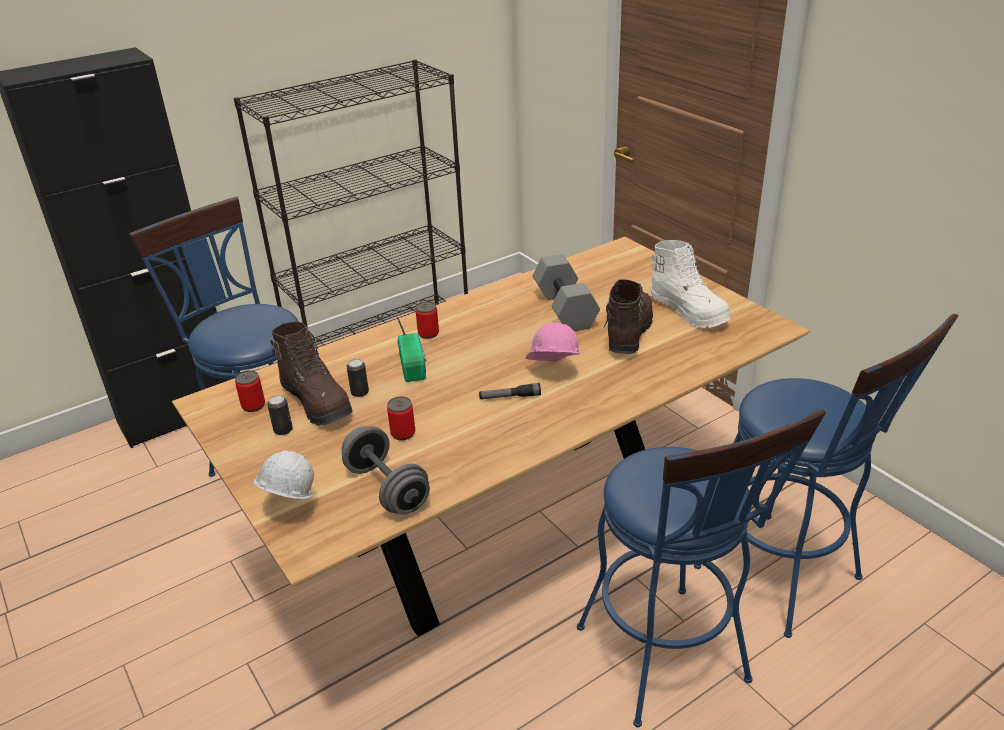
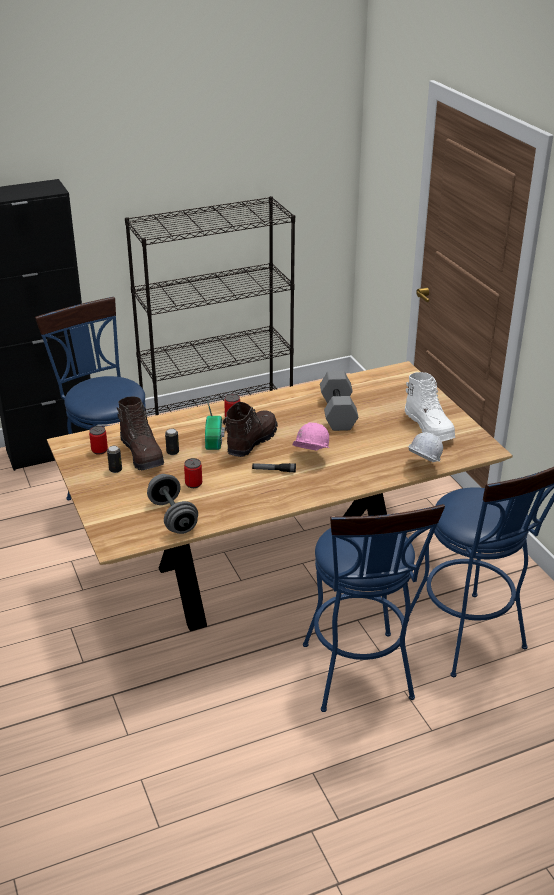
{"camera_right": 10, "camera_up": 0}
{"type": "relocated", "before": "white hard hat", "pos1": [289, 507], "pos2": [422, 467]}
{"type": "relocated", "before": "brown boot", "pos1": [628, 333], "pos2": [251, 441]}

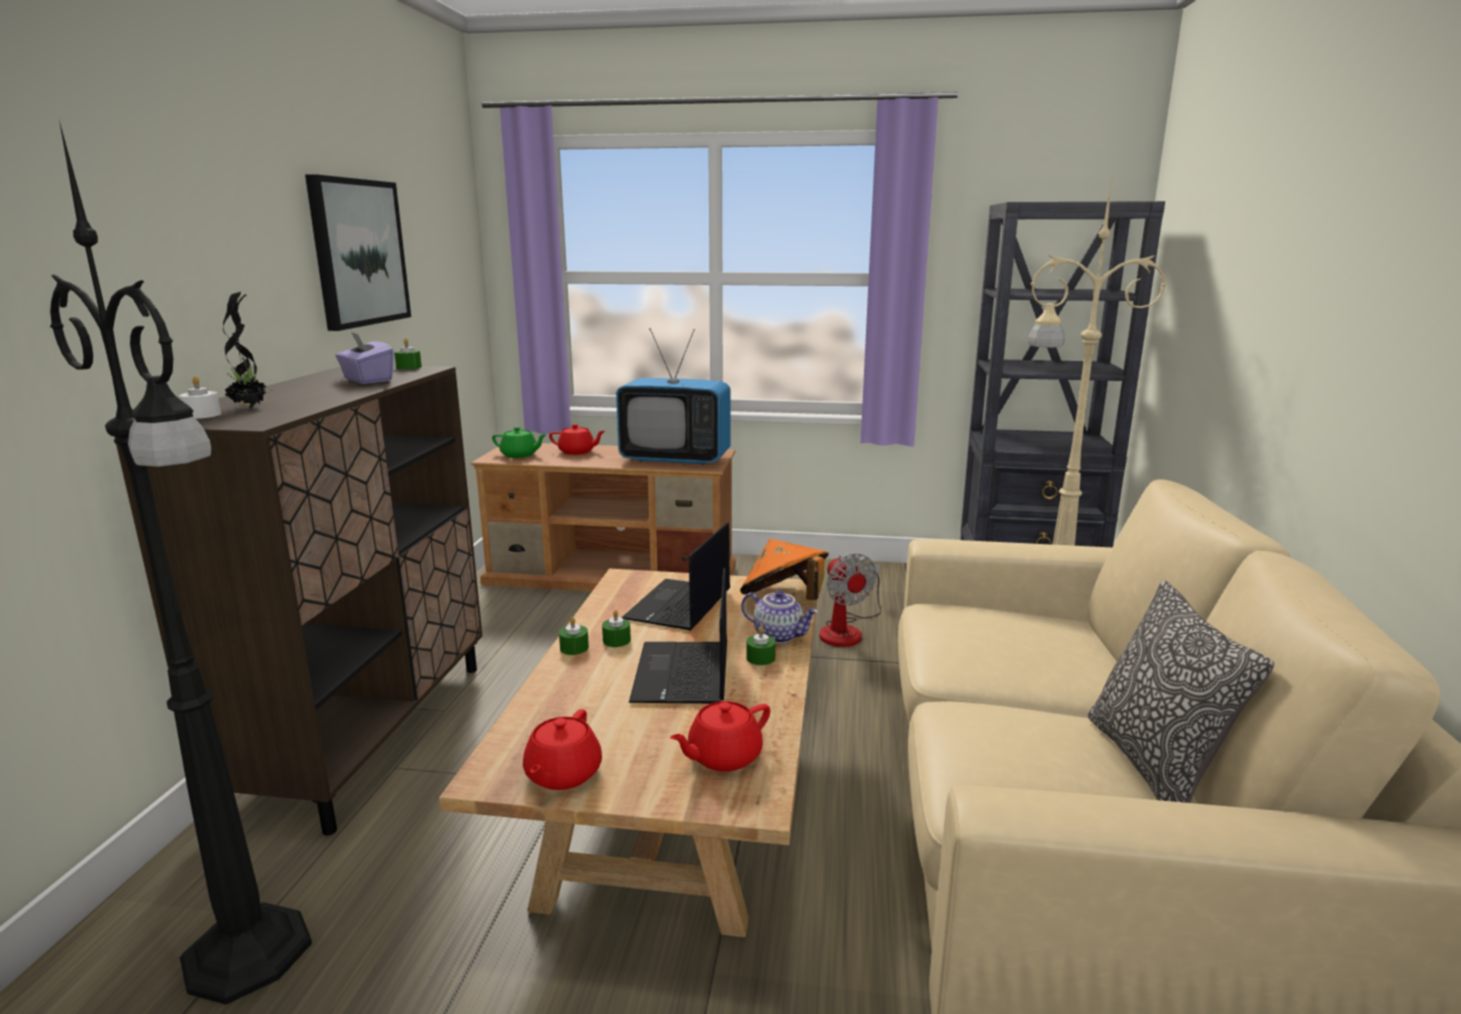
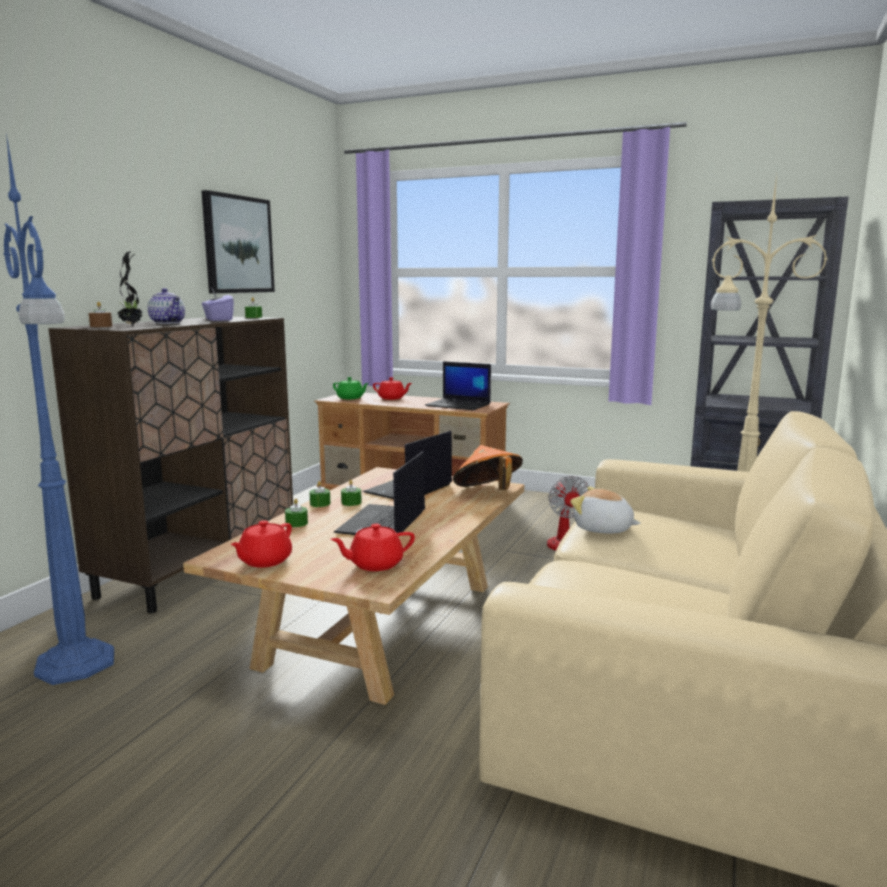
{"camera_right": 15, "camera_up": -5}
{"type": "colour", "before": "black floor lamp", "after": "blue floor lamp", "pos1": [250, 956], "pos2": [76, 665]}
{"type": "colour", "before": "white candle", "after": "brown candle", "pos1": [202, 415], "pos2": [101, 326]}
{"type": "exchanged", "before": "television", "after": "laptop", "pos1": [675, 459], "pos2": [459, 405]}
{"type": "relocated", "before": "teapot", "pos1": [779, 635], "pos2": [168, 323]}
{"type": "relocated", "before": "green candle", "pos1": [760, 658], "pos2": [296, 523]}
{"type": "missing", "before": "pillow", "pos1": [1153, 766]}
{"type": "appeared", "after": "plush toy", "pos2": [603, 529]}

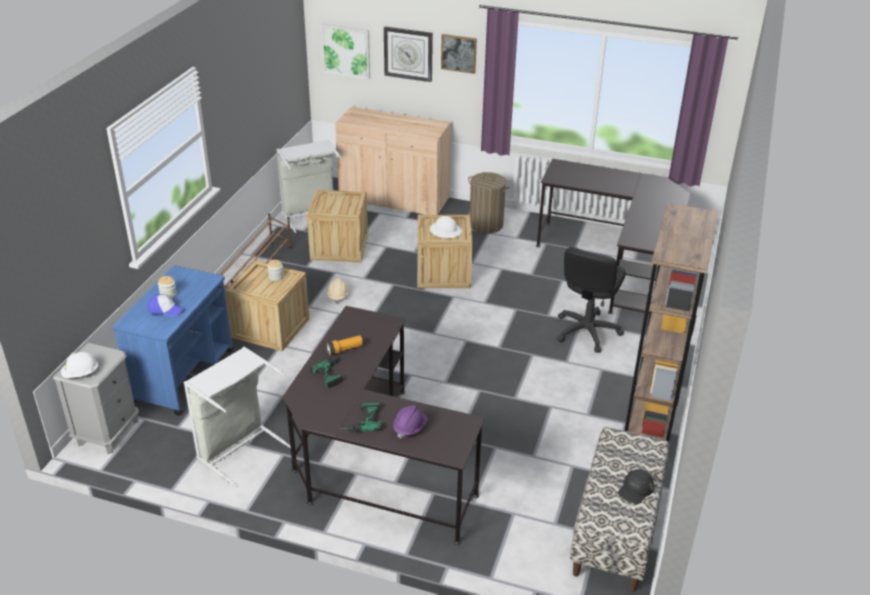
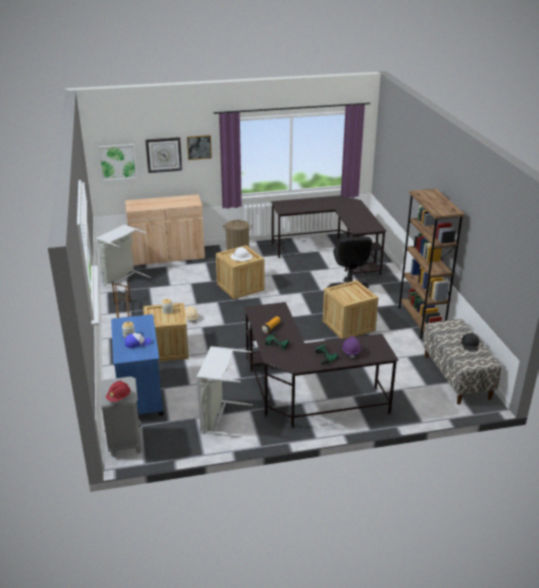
{"camera_right": -30, "camera_up": -5}
{"type": "colour", "before": "white hard hat", "after": "red hard hat", "pos1": [81, 374], "pos2": [119, 398]}
{"type": "relocated", "before": "crate", "pos1": [339, 247], "pos2": [348, 325]}

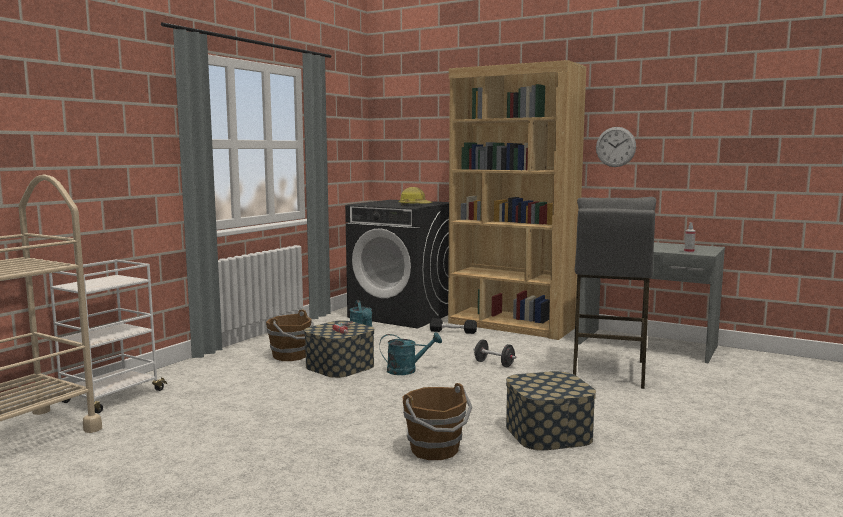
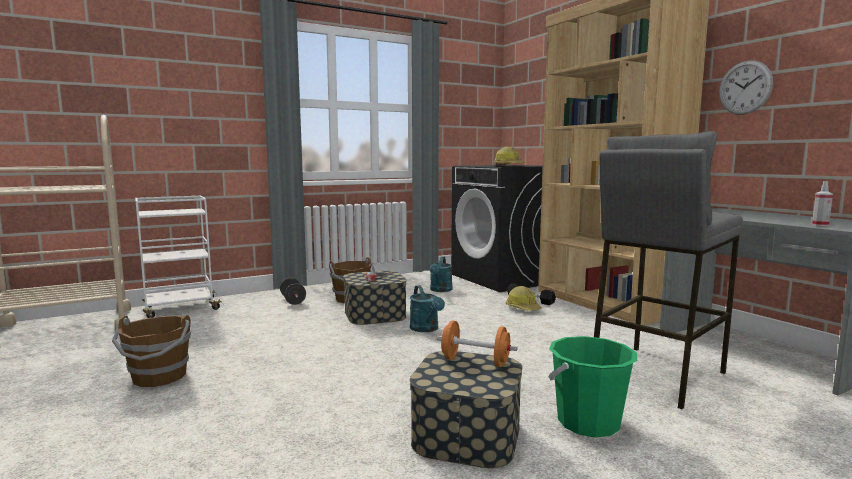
{"camera_right": 30, "camera_up": 0}
{"type": "spun", "before": "turquoise watering can", "pos1": [407, 370], "pos2": [426, 329], "turn": 45}
{"type": "relocated", "before": "brown bucket", "pos1": [435, 450], "pos2": [159, 377]}
{"type": "relocated", "before": "black dumbbell", "pos1": [494, 364], "pos2": [293, 300]}
{"type": "appeared", "after": "orange dumbbell", "pos2": [475, 361]}
{"type": "appeared", "after": "hard hat", "pos2": [523, 308]}
{"type": "appeared", "after": "green bucket", "pos2": [588, 422]}

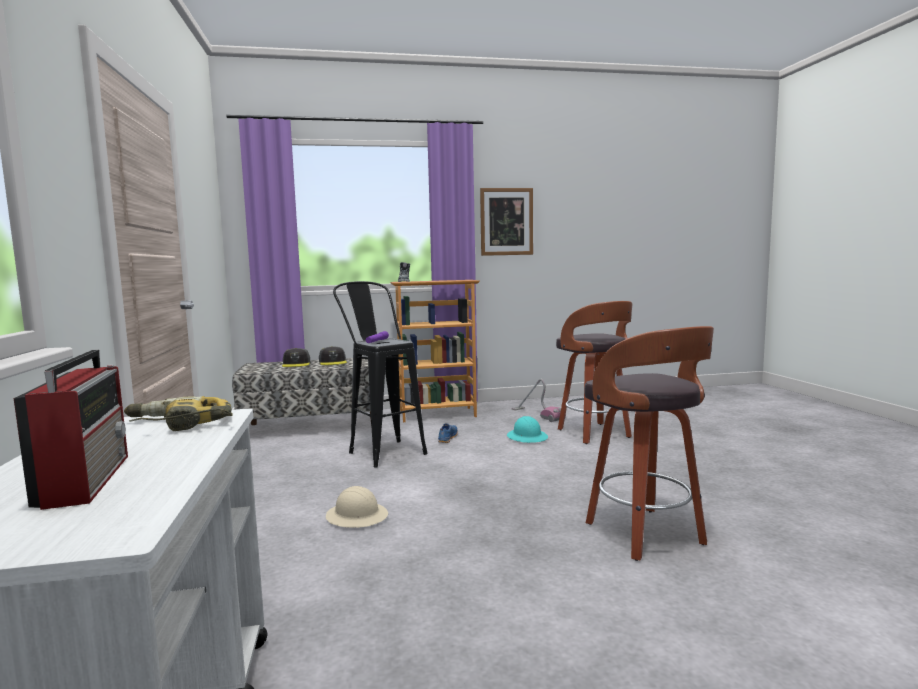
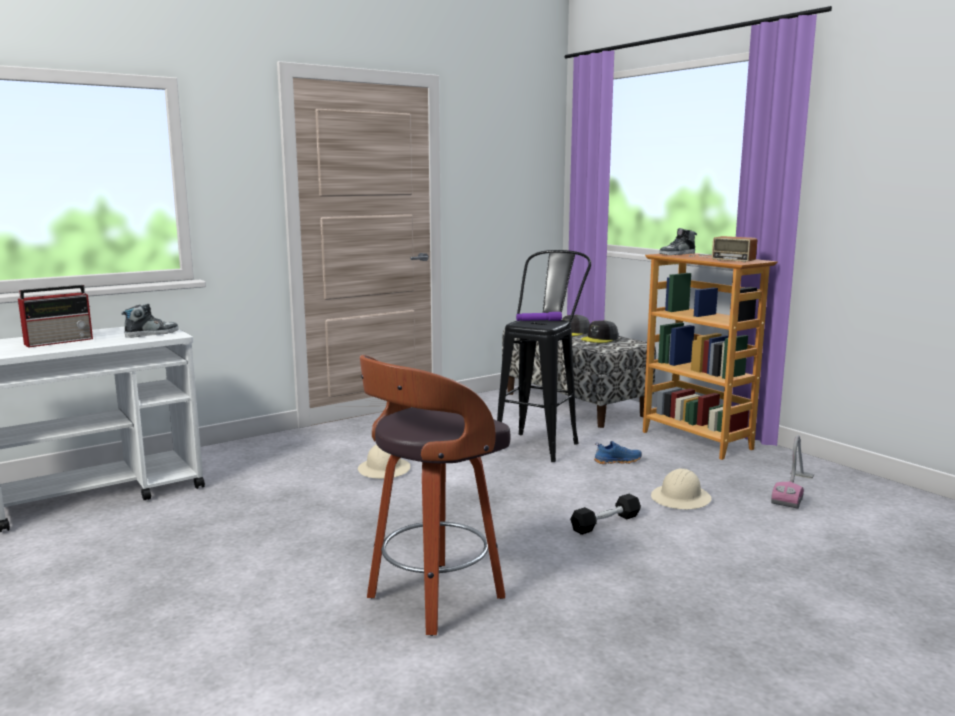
{"camera_right": 65, "camera_up": 5}
{"type": "exchanged", "before": "power drill", "after": "shoe", "pos1": [178, 424], "pos2": [152, 334]}
{"type": "missing", "before": "picture", "pos1": [506, 222]}
{"type": "colour", "before": "turquoise hard hat", "after": "beige hard hat", "pos1": [527, 437], "pos2": [681, 499]}
{"type": "missing", "before": "stool", "pos1": [595, 434]}
{"type": "appeared", "after": "black dumbbell", "pos2": [605, 523]}
{"type": "appeared", "after": "radio", "pos2": [720, 258]}

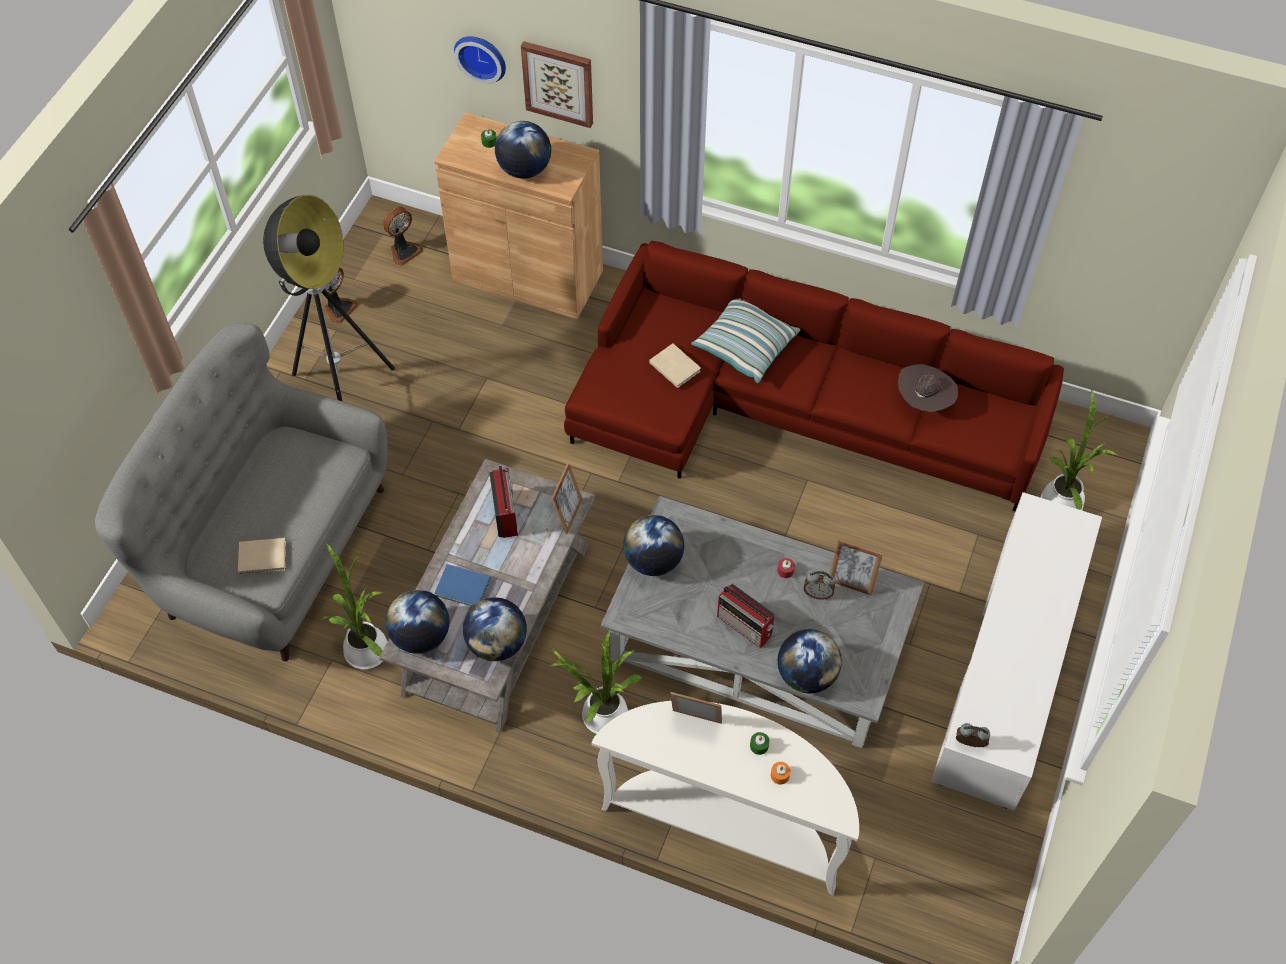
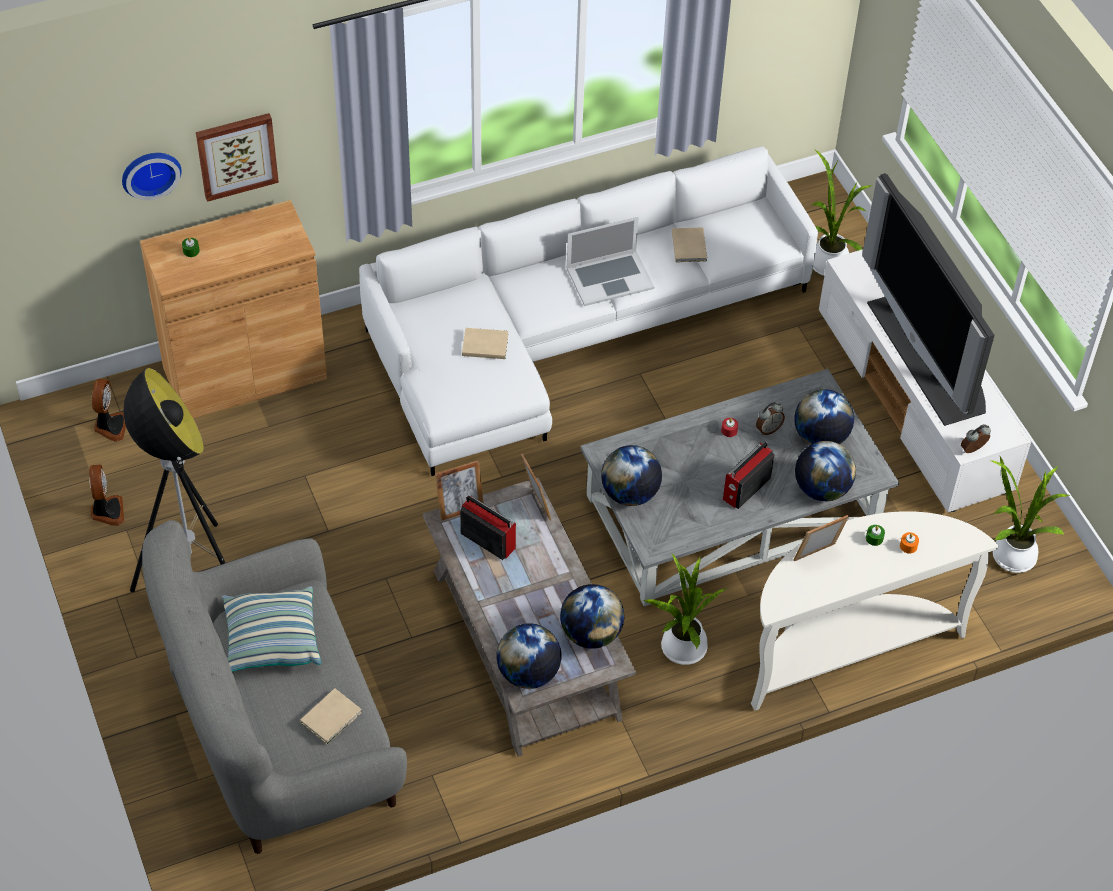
{"camera_right": -45, "camera_up": -5}
{"type": "relocated", "before": "potted plant", "pos1": [366, 647], "pos2": [1010, 555]}
{"type": "missing", "before": "blue book", "pos1": [463, 588]}
{"type": "relocated", "before": "globe", "pos1": [524, 169], "pos2": [820, 437]}
{"type": "colour", "before": "red sofa", "after": "white sofa", "pos1": [792, 409], "pos2": [572, 330]}
{"type": "relocated", "before": "pillow", "pos1": [745, 347], "pos2": [271, 639]}
{"type": "spun", "before": "radio", "pos1": [745, 627], "pos2": [745, 489], "turn": 135}
{"type": "relocated", "before": "picture frame", "pos1": [851, 582], "pos2": [460, 509]}
{"type": "exchanged", "before": "brown hat", "after": "beige book", "pos1": [924, 401], "pos2": [689, 245]}
{"type": "appeared", "after": "laptop", "pos2": [609, 277]}
{"type": "appeared", "after": "television", "pos2": [929, 356]}

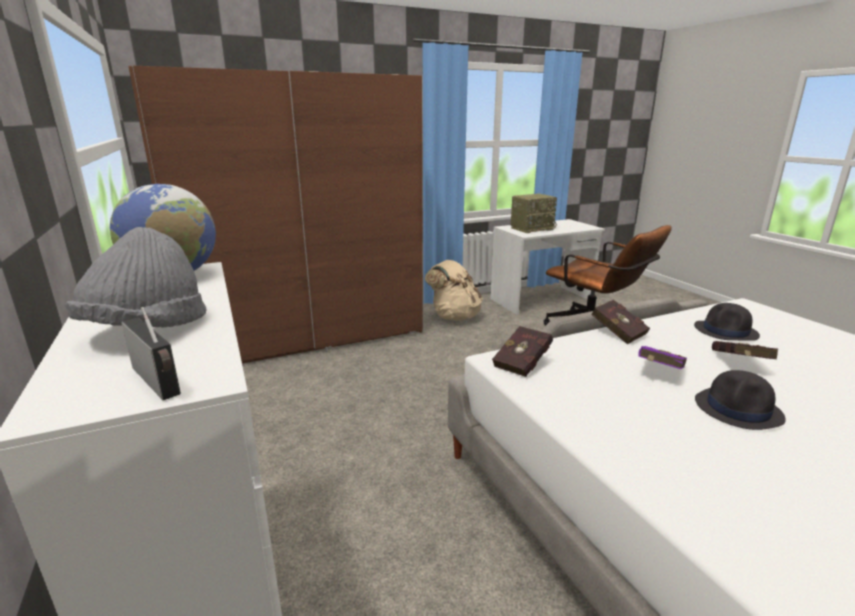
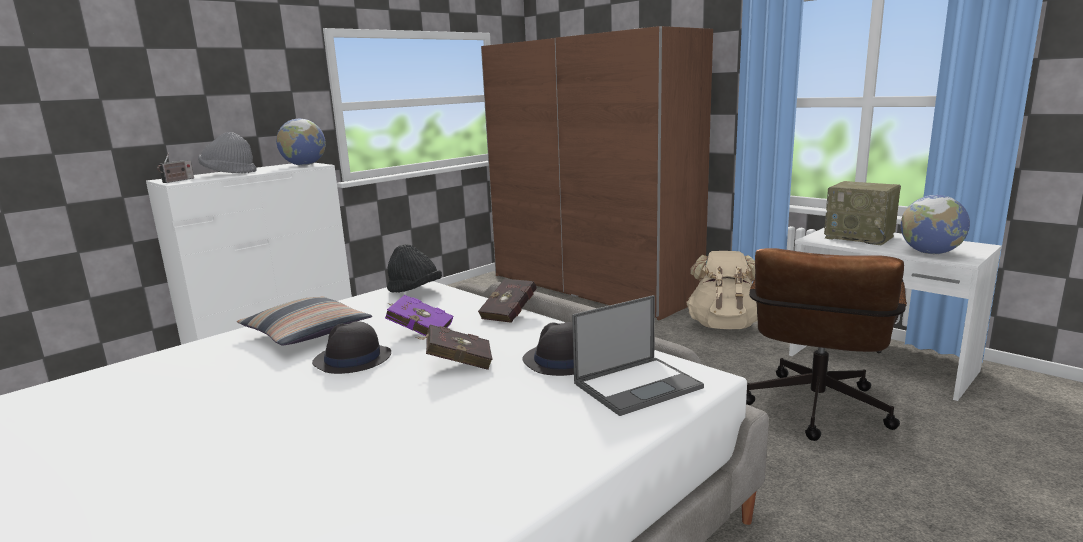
{"camera_right": 70, "camera_up": -5}
{"type": "exchanged", "before": "red book", "after": "black hat", "pos1": [523, 363], "pos2": [414, 291]}
{"type": "appeared", "after": "pillow", "pos2": [306, 333]}
{"type": "appeared", "after": "laptop", "pos2": [638, 385]}
{"type": "appeared", "after": "globe", "pos2": [930, 253]}

